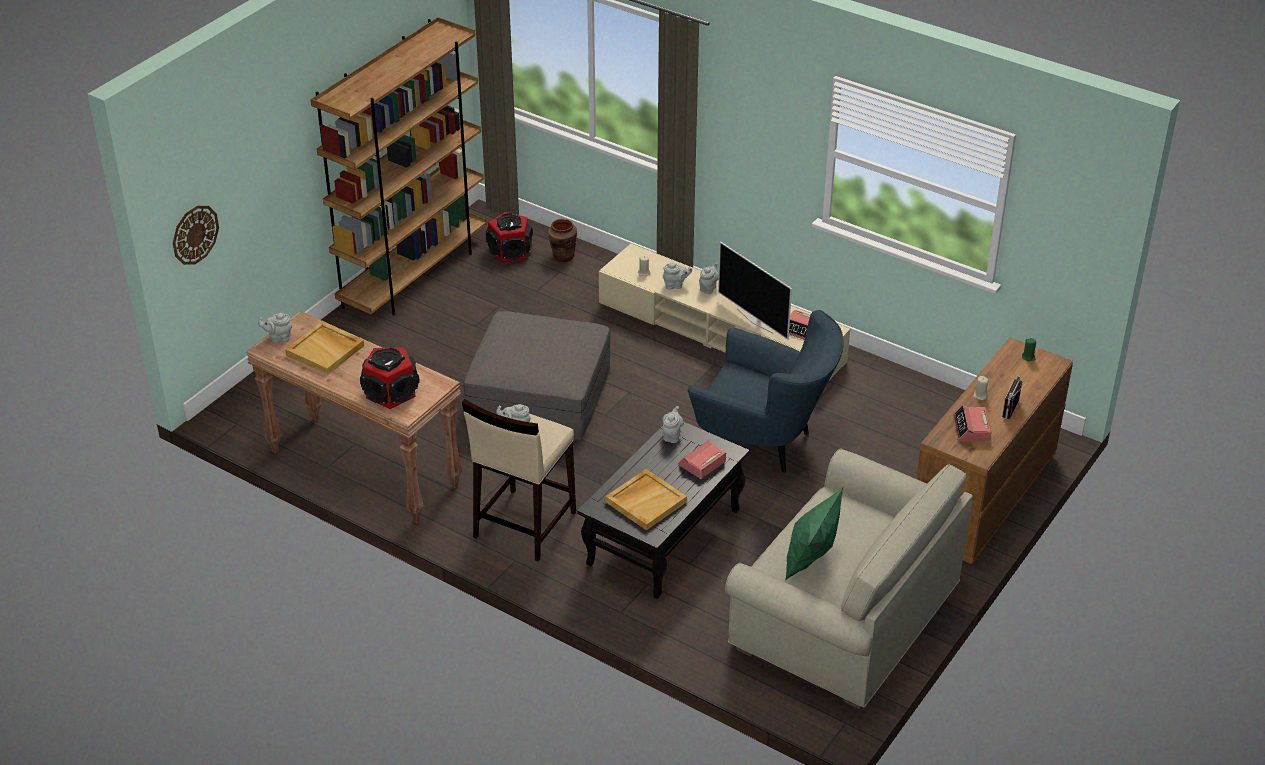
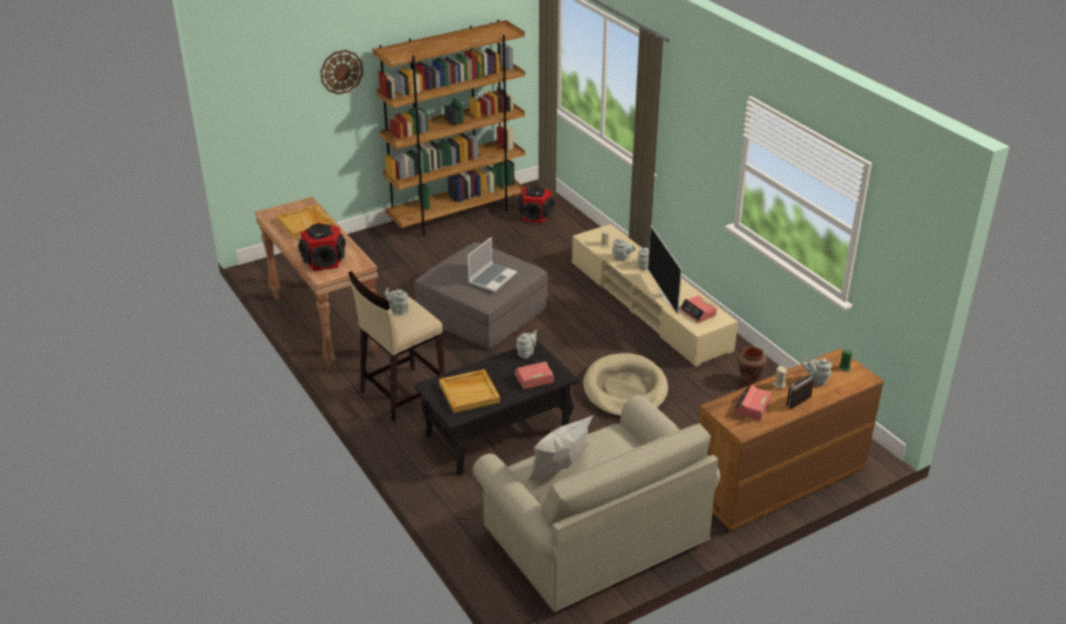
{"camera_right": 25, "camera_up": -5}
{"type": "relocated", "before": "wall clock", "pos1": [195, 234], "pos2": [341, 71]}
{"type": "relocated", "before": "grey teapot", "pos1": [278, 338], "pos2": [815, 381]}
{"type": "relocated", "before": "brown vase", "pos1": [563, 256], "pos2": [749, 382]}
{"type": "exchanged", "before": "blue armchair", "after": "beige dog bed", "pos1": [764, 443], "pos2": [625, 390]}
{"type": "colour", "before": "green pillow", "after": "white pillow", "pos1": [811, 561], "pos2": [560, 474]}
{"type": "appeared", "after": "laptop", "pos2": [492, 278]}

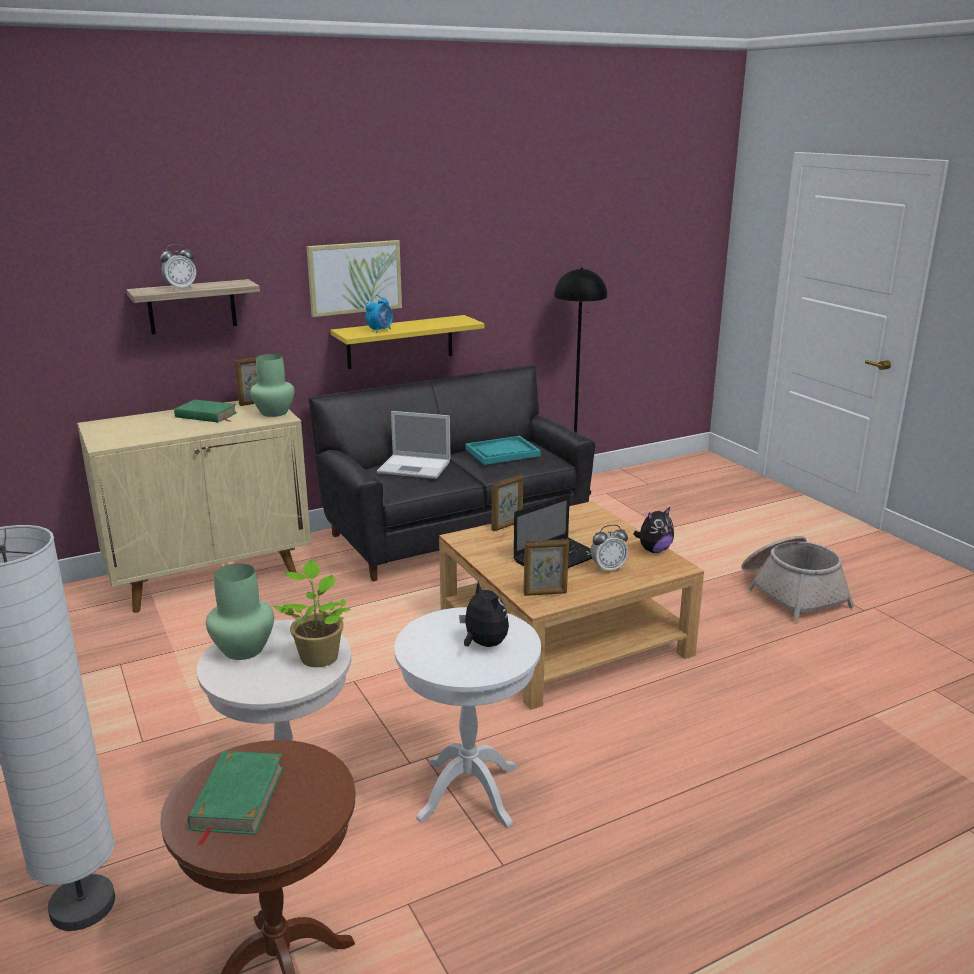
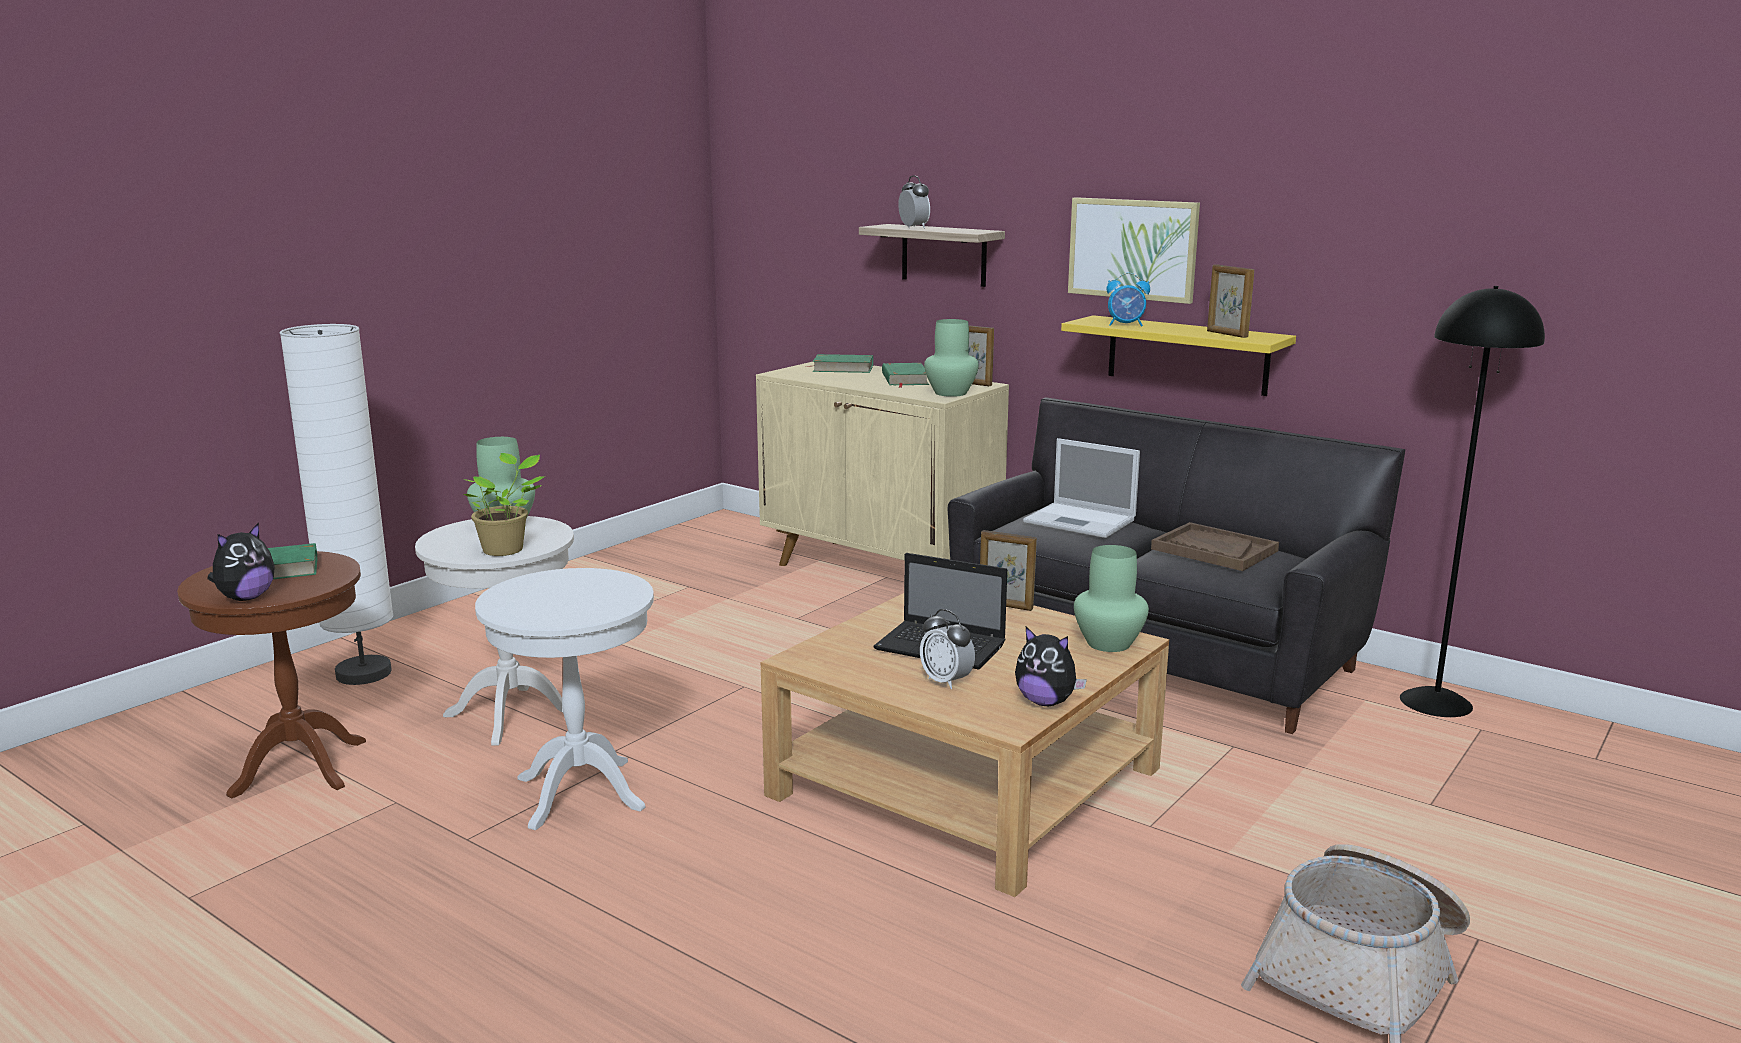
{"camera_right": 65, "camera_up": -5}
{"type": "spun", "before": "alarm clock", "pos1": [181, 288], "pos2": [914, 228], "turn": -150}
{"type": "spun", "before": "laptop", "pos1": [415, 467], "pos2": [1081, 521], "turn": -45}
{"type": "relocated", "before": "plush toy", "pos1": [483, 644], "pos2": [246, 598]}
{"type": "colour", "before": "turquoise tray", "after": "brown tray", "pos1": [502, 452], "pos2": [1214, 550]}
{"type": "relocated", "before": "picture frame", "pos1": [545, 593], "pos2": [1226, 334]}
{"type": "appeared", "after": "green book", "pos2": [843, 368]}
{"type": "appeared", "after": "green vase", "pos2": [1107, 643]}

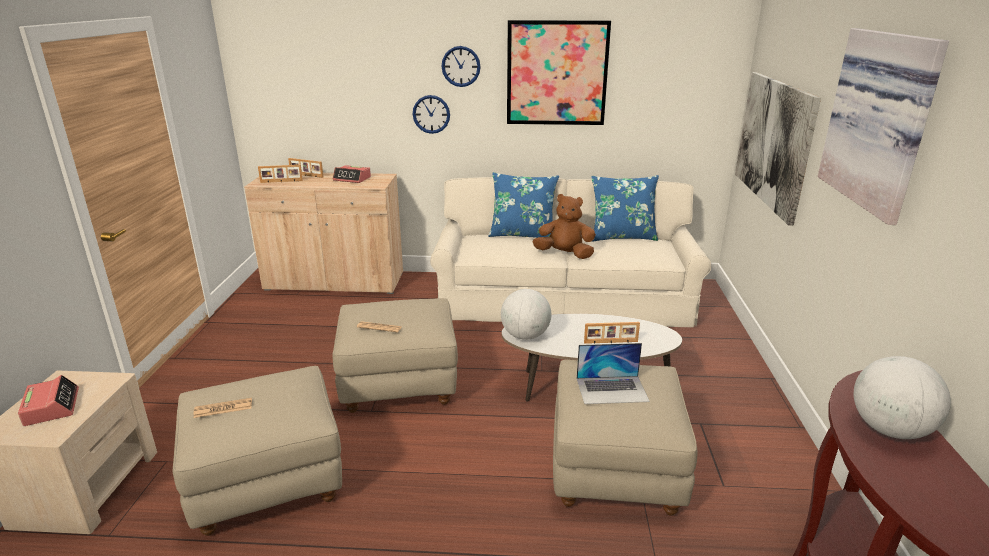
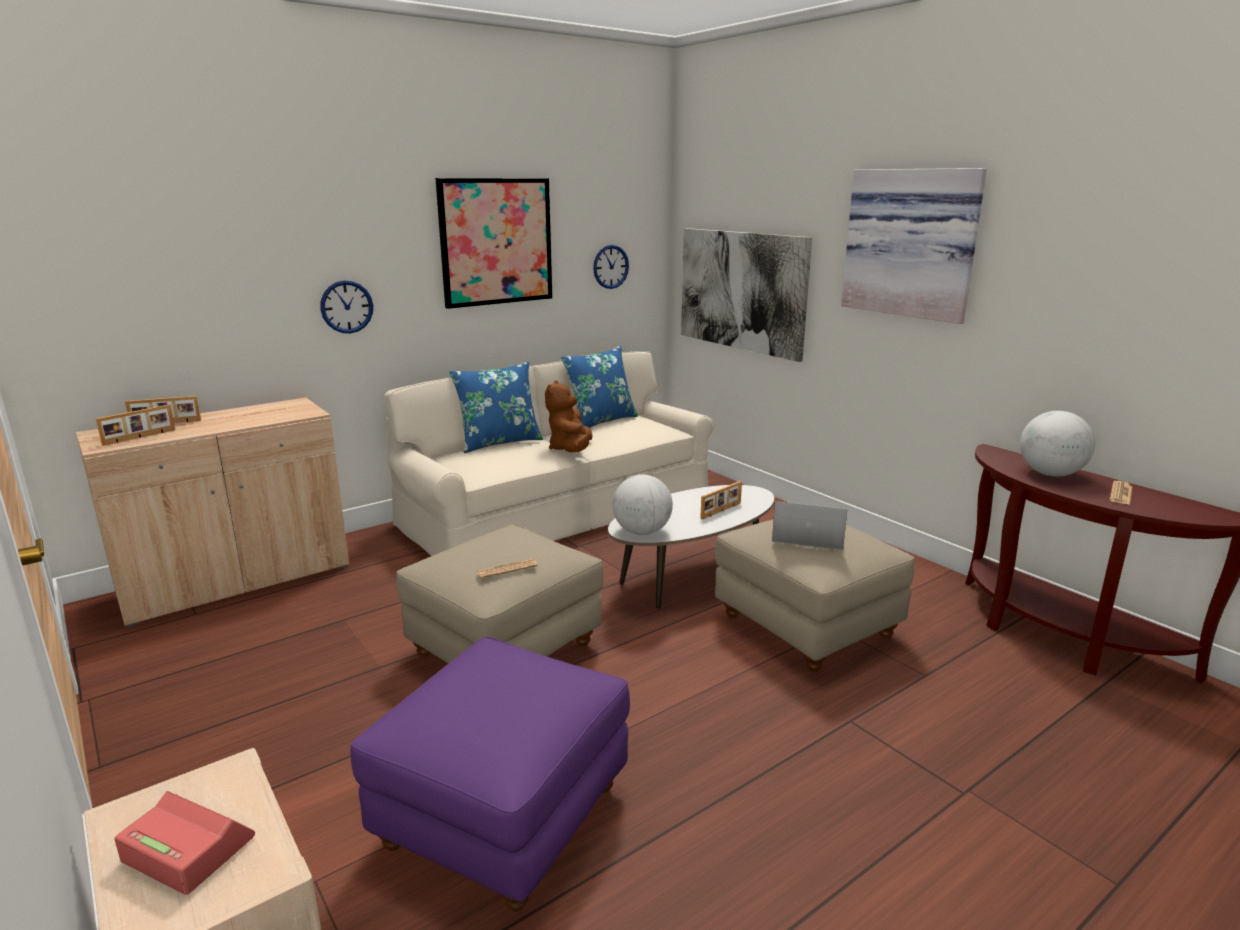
{"camera_right": -40, "camera_up": -5}
{"type": "colour", "before": "beige ottoman", "after": "purple ottoman", "pos1": [268, 481], "pos2": [503, 816]}
{"type": "relocated", "before": "newspaper", "pos1": [223, 408], "pos2": [1121, 494]}
{"type": "missing", "before": "alarm clock", "pos1": [352, 179]}
{"type": "relocated", "before": "wall clock", "pos1": [461, 66], "pos2": [610, 266]}
{"type": "spun", "before": "brown plush toy", "pos1": [565, 254], "pos2": [570, 449], "turn": -60}
{"type": "spun", "before": "laptop", "pos1": [612, 389], "pos2": [808, 536], "turn": -120}

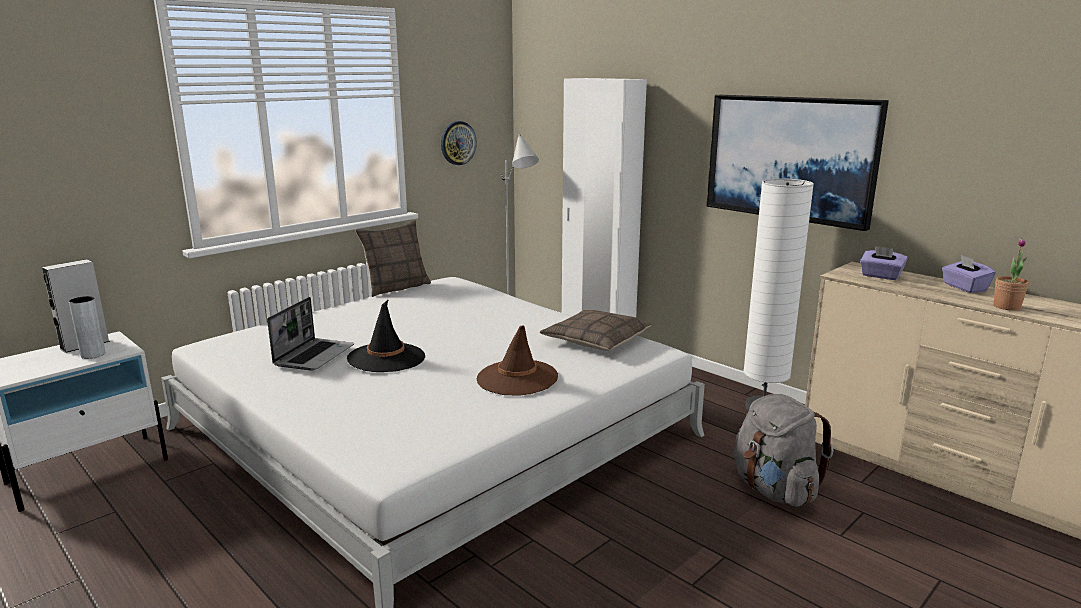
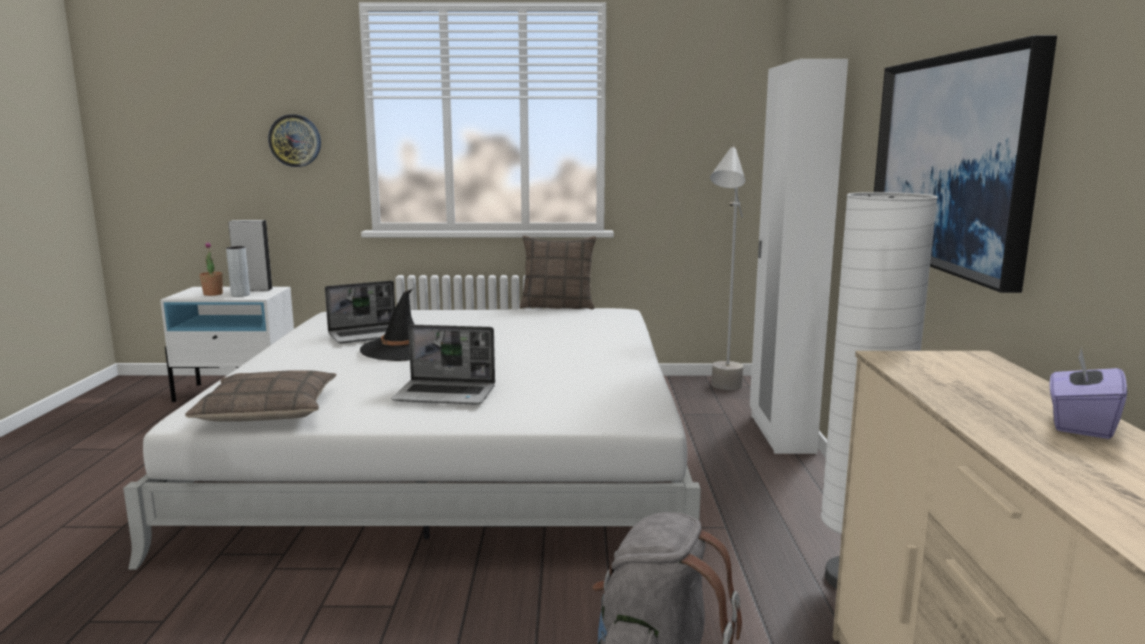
{"camera_right": 45, "camera_up": -5}
{"type": "relocated", "before": "wall clock", "pos1": [458, 143], "pos2": [295, 140]}
{"type": "exchanged", "before": "brown hat", "after": "laptop", "pos1": [517, 378], "pos2": [446, 394]}
{"type": "relocated", "before": "pillow", "pos1": [595, 340], "pos2": [268, 410]}
{"type": "missing", "before": "purple tissue box", "pos1": [880, 276]}
{"type": "relocated", "before": "potted plant", "pos1": [1006, 307], "pos2": [213, 294]}

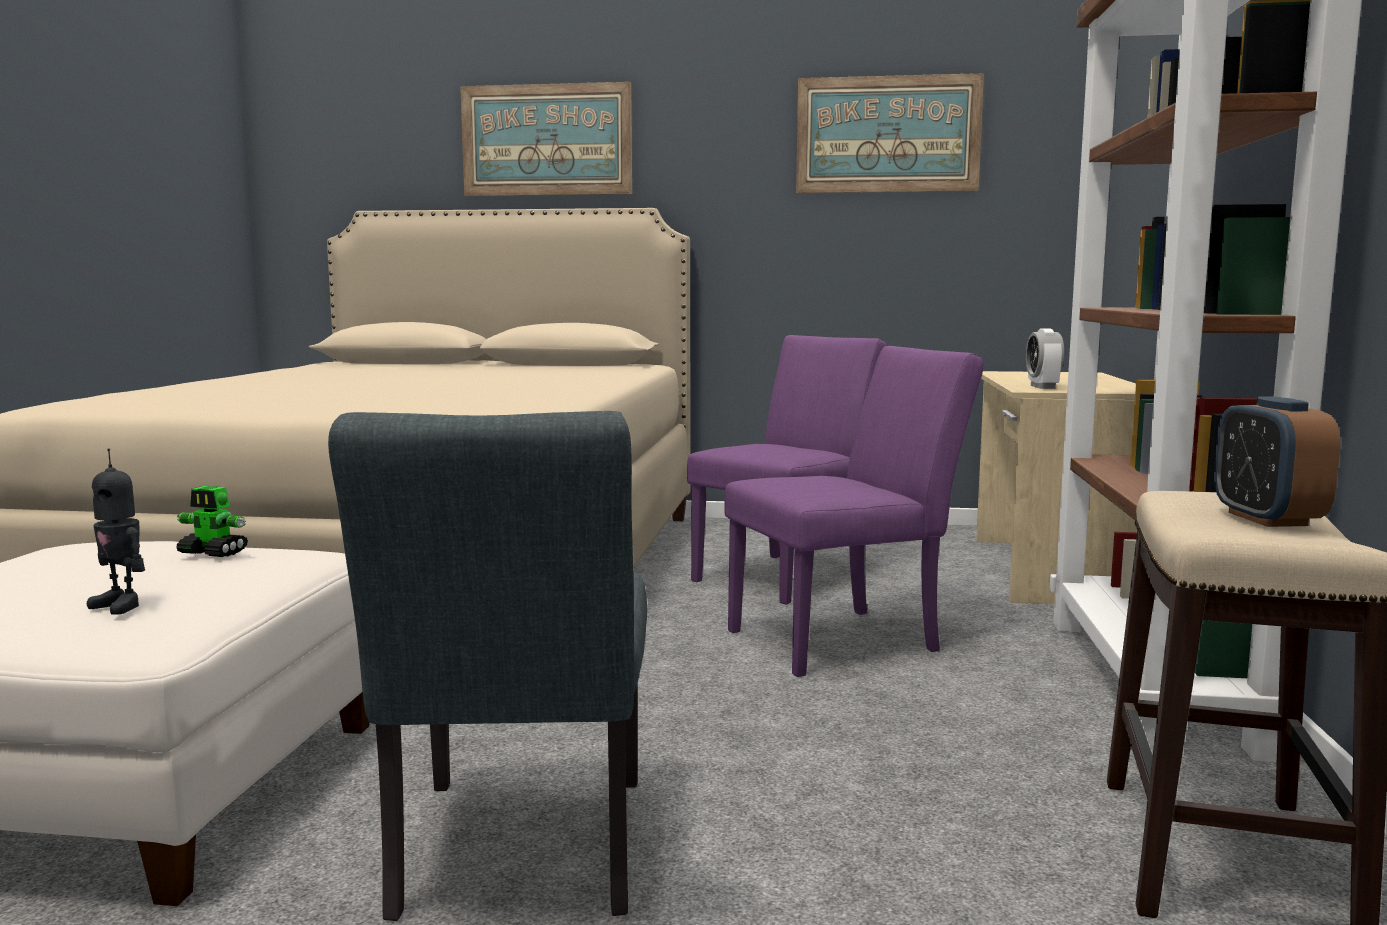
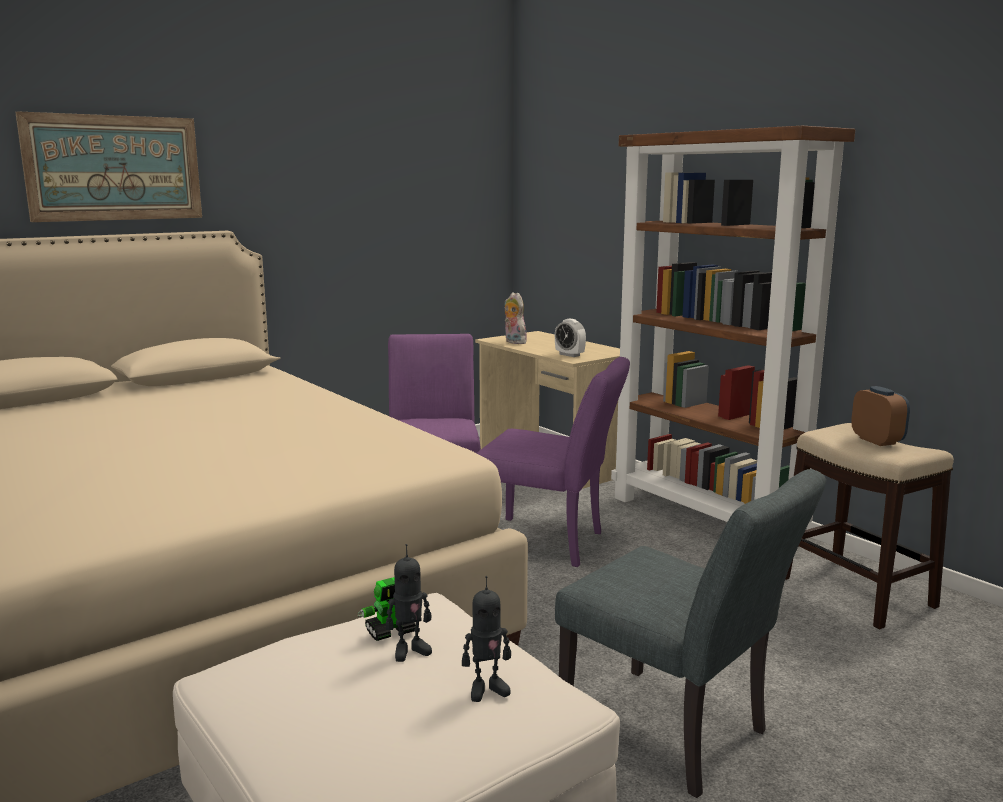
{"camera_right": -45, "camera_up": 5}
{"type": "spun", "before": "purple chair", "pos1": [847, 639], "pos2": [550, 543], "turn": 90}
{"type": "missing", "before": "picture", "pos1": [887, 134]}
{"type": "spun", "before": "alarm clock", "pos1": [1267, 519], "pos2": [877, 441], "turn": -150}
{"type": "appeared", "after": "toy robot", "pos2": [410, 651]}
{"type": "appeared", "after": "plush toy", "pos2": [513, 342]}

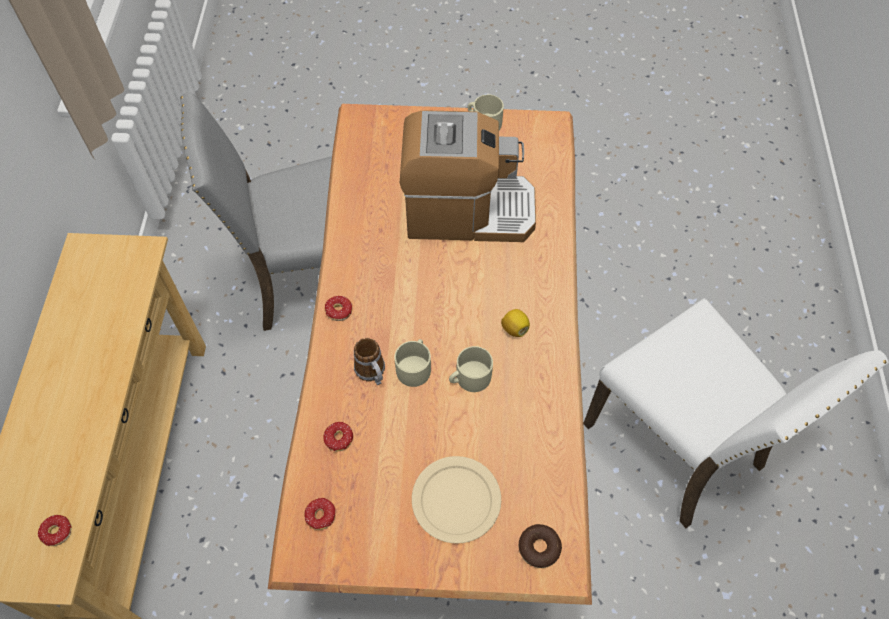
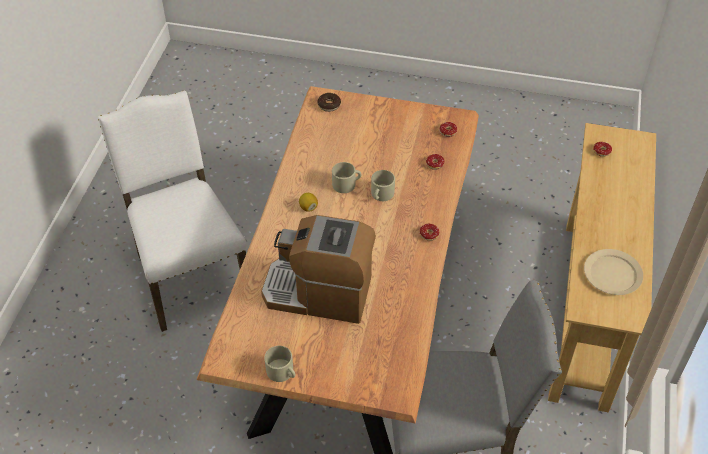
{"camera_right": -170, "camera_up": -10}
{"type": "missing", "before": "mug", "pos1": [372, 373]}
{"type": "relocated", "before": "beige plate", "pos1": [456, 501], "pos2": [612, 273]}

